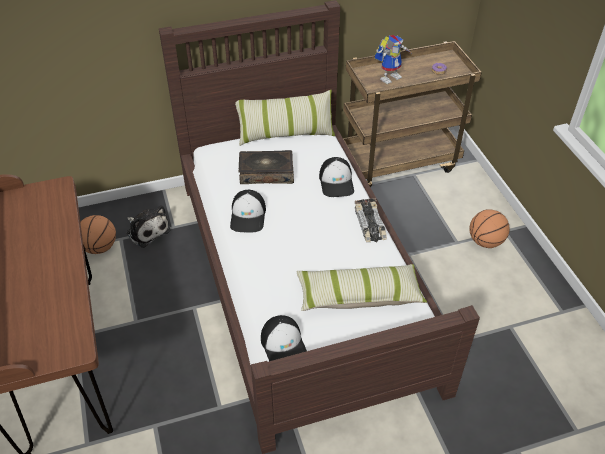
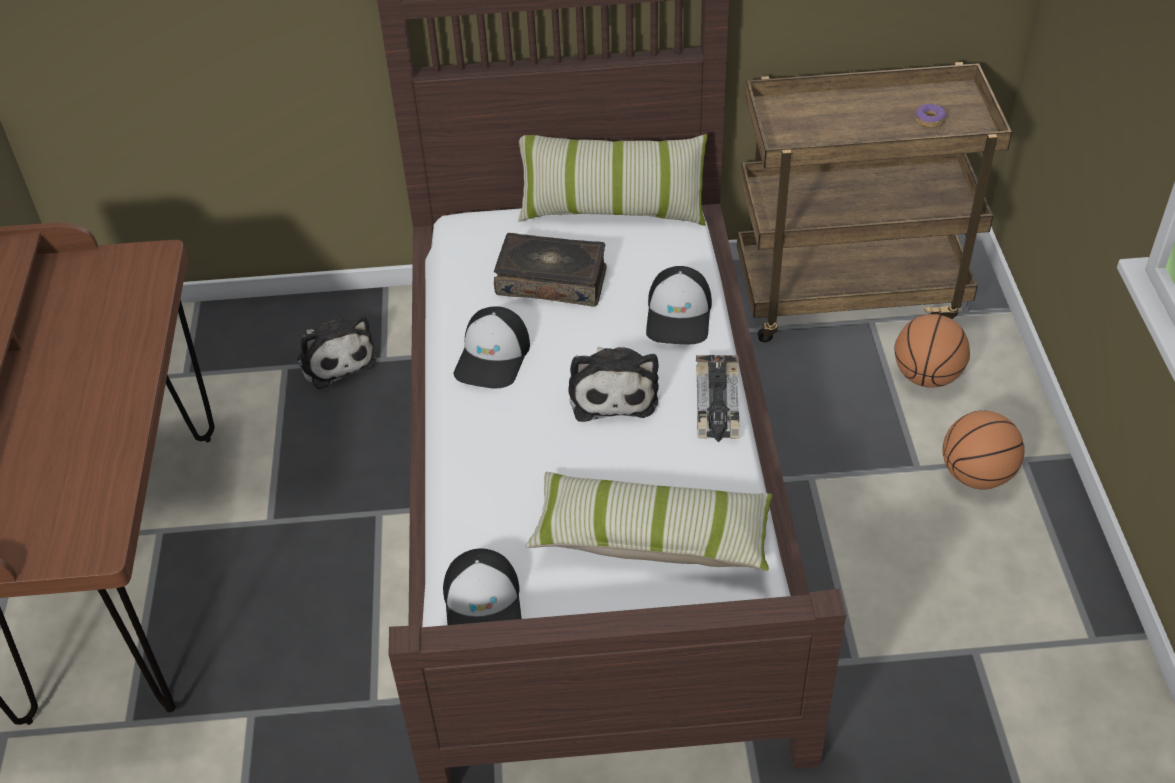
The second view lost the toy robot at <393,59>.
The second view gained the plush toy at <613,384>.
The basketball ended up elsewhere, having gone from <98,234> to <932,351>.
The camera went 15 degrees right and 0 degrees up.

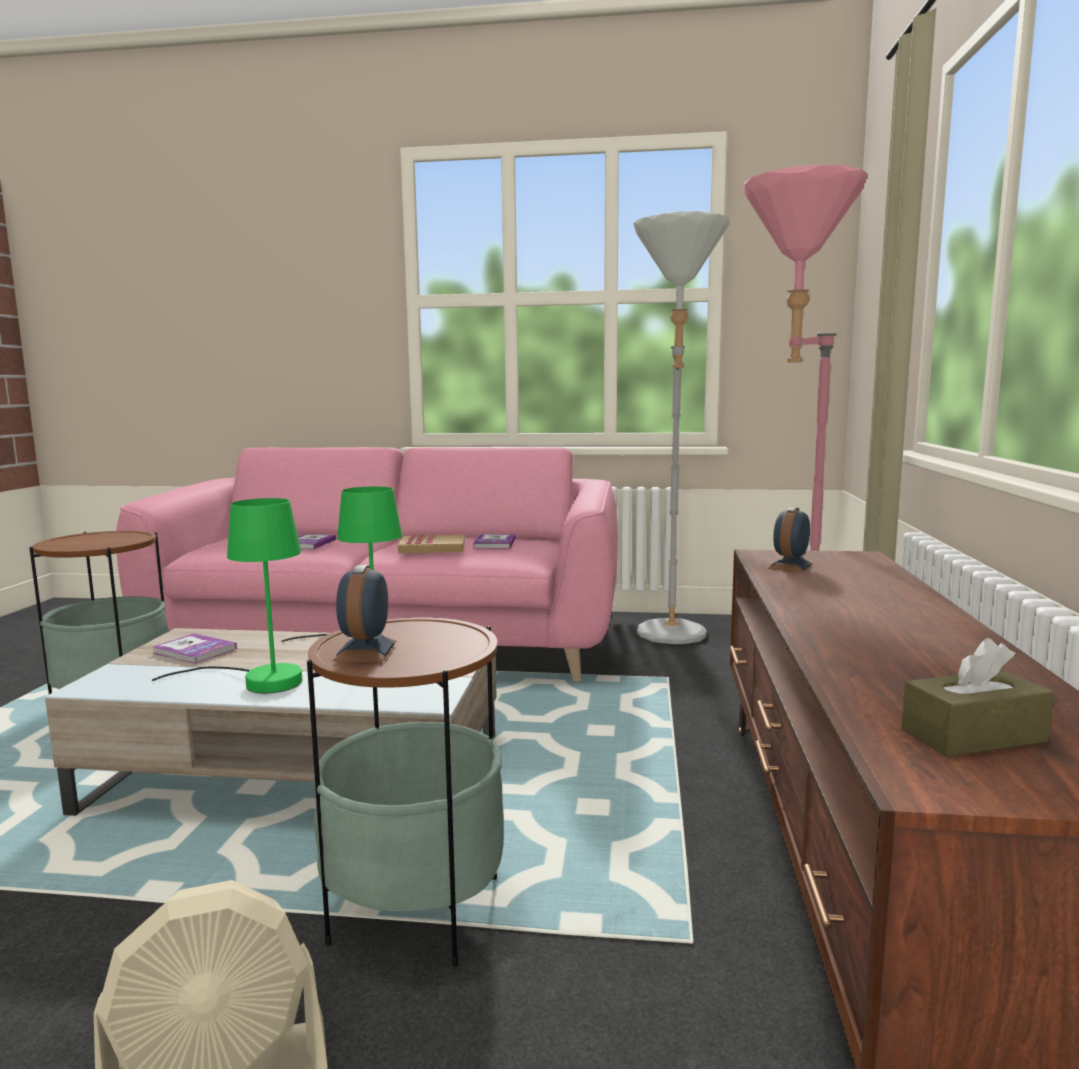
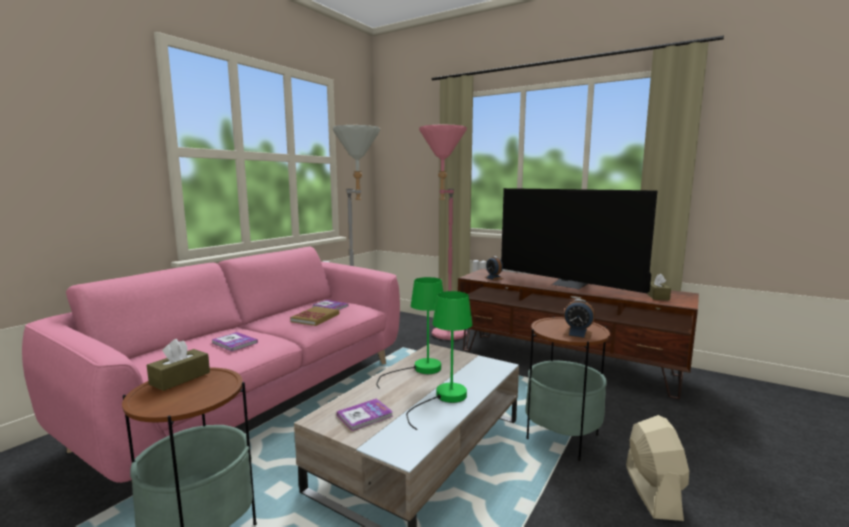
The second view gained the brown tissue box at <178,365>.
The second view gained the television at <579,240>.
The camera went 65 degrees left and 0 degrees up.

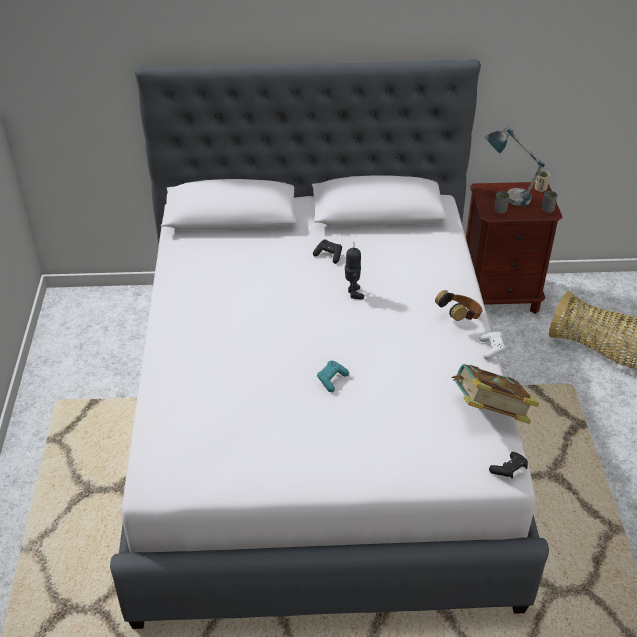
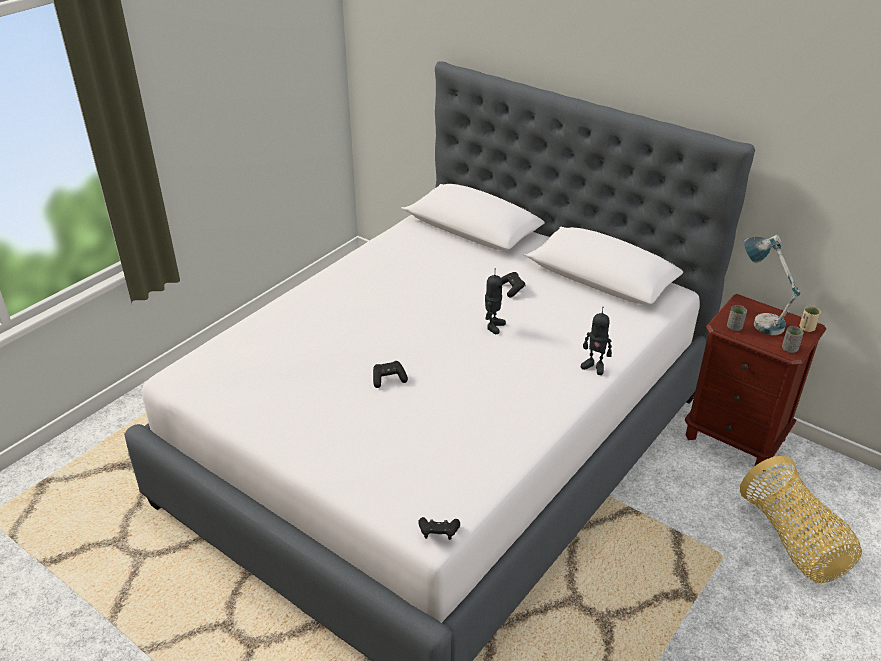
The second view lost the headphones at <459,305>.
The second view lost the book at <495,394>.
The second view lost the white game controller at <492,345>.
The second view gained the toy robot at <596,341>.
What was the turquoise game controller at <333,376> turned into the black game controller at <390,374>.
The camera went 40 degrees right and 5 degrees down.

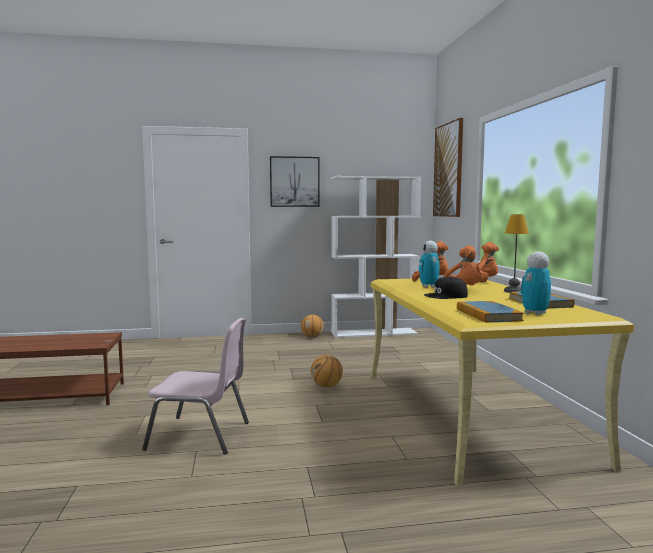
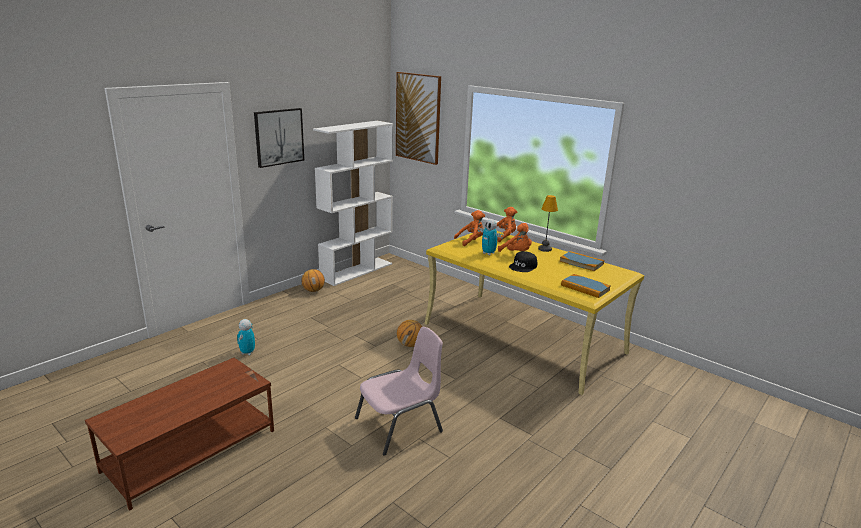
The toy robot ended up elsewhere, having gone from <536,283> to <246,337>.
The camera went 40 degrees left and 15 degrees up.

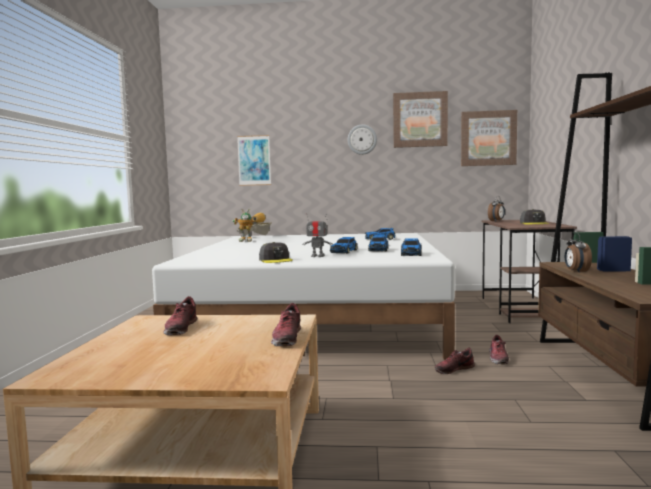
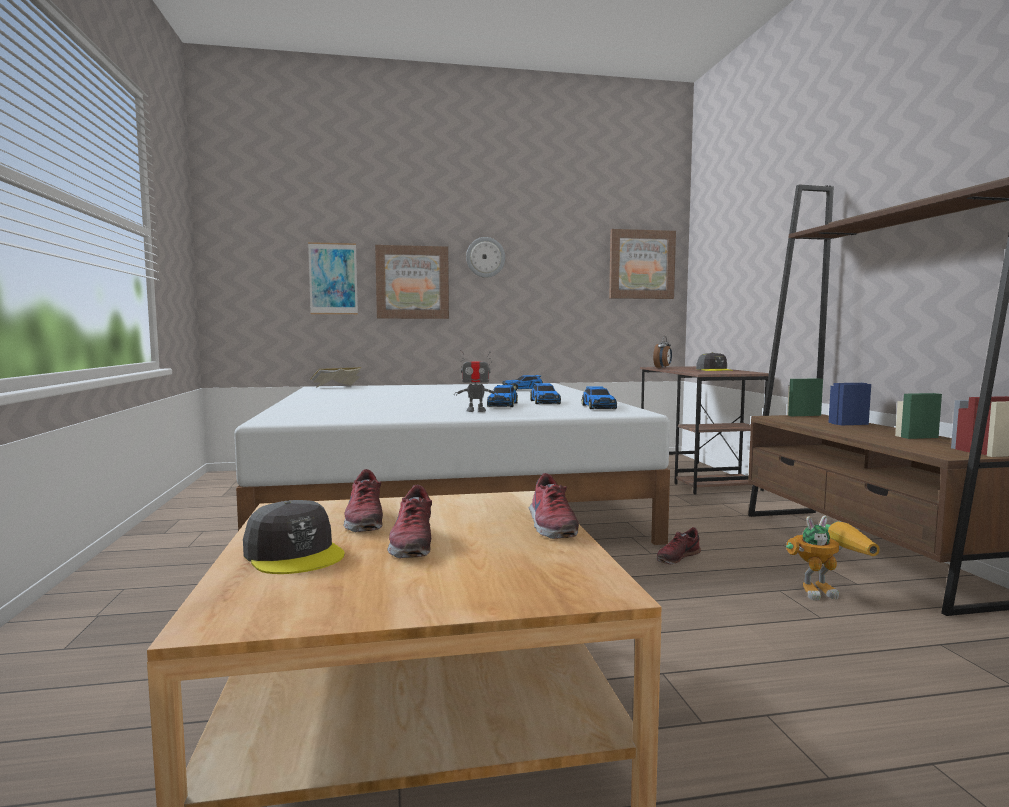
The second view lost the alarm clock at <578,253>.
The toy robot ended up elsewhere, having gone from <249,225> to <833,558>.
The grey cap ended up elsewhere, having gone from <276,252> to <294,537>.
The picture ended up elsewhere, having gone from <420,119> to <412,282>.
The shoe ended up elsewhere, having gone from <499,349> to <409,521>.
The camera went 15 degrees left and 0 degrees up.

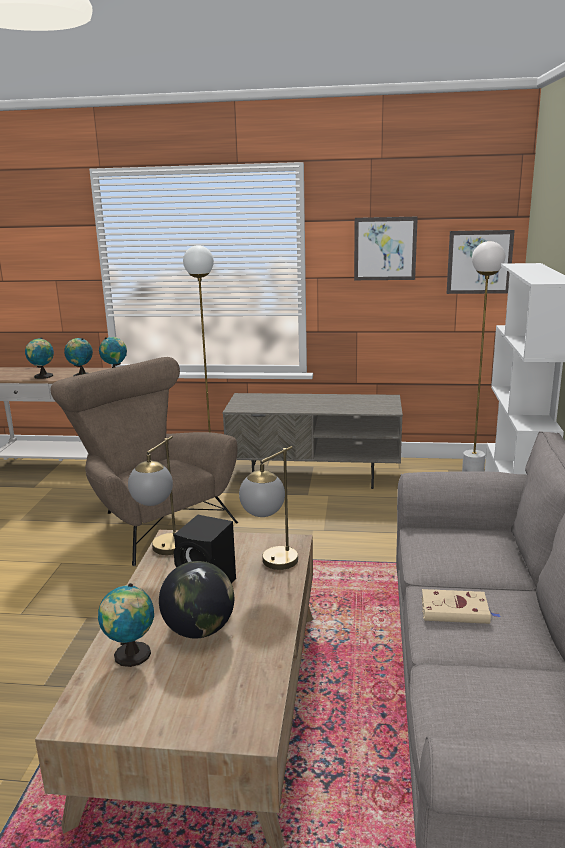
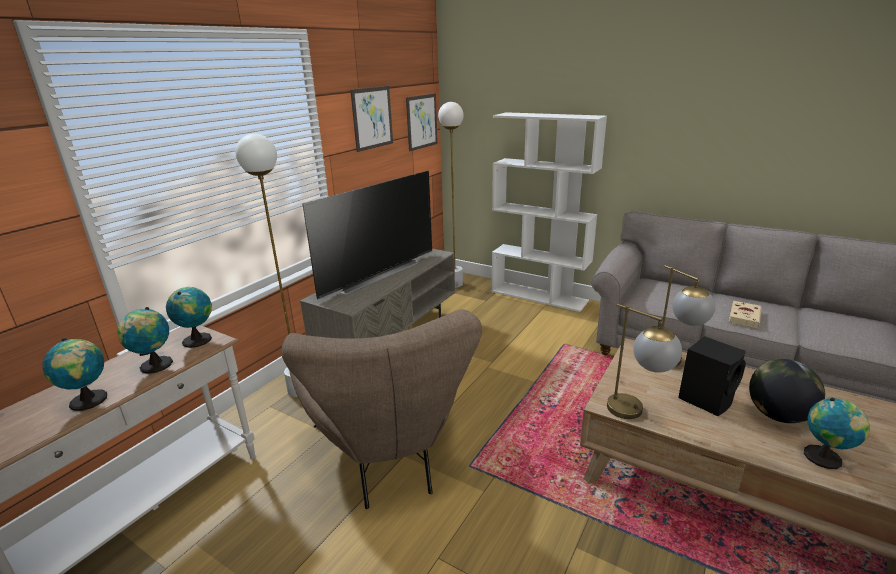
The second view gained the television at <367,235>.
The brown armchair at <144,461> ended up facing another way, 90 degrees counterclockwise from before.
The camera went 65 degrees left and 5 degrees up.

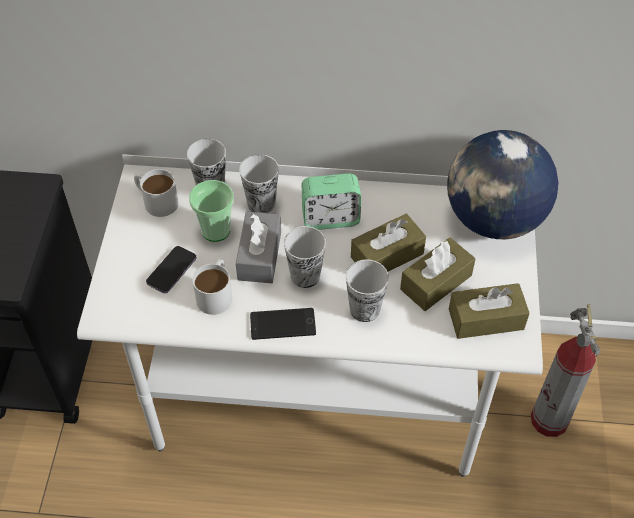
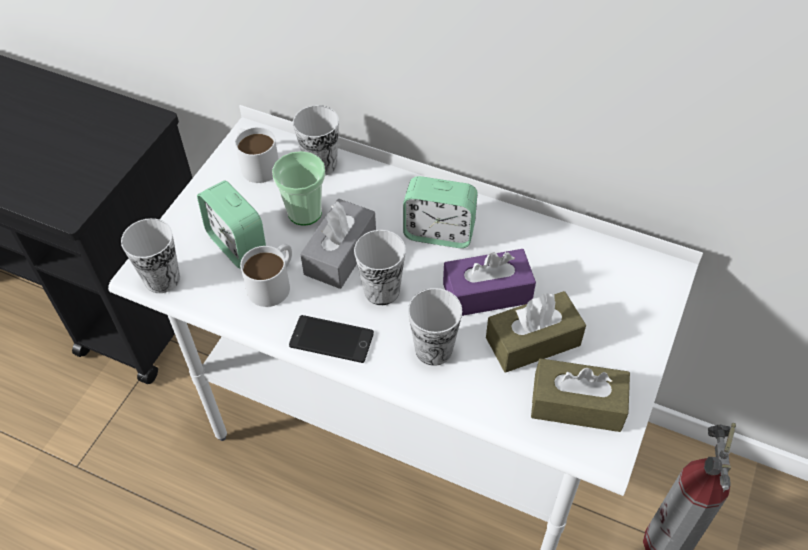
The second view lost the globe at <502,184>.
The cup ended up elsewhere, having gone from <259,183> to <150,255>.
Where the phone stood at <171,269>, the alarm clock came to stand at <231,224>.
What was the brown tissue box at <388,243> turned into the purple tissue box at <489,282>.
The camera went 20 degrees right and 0 degrees up.

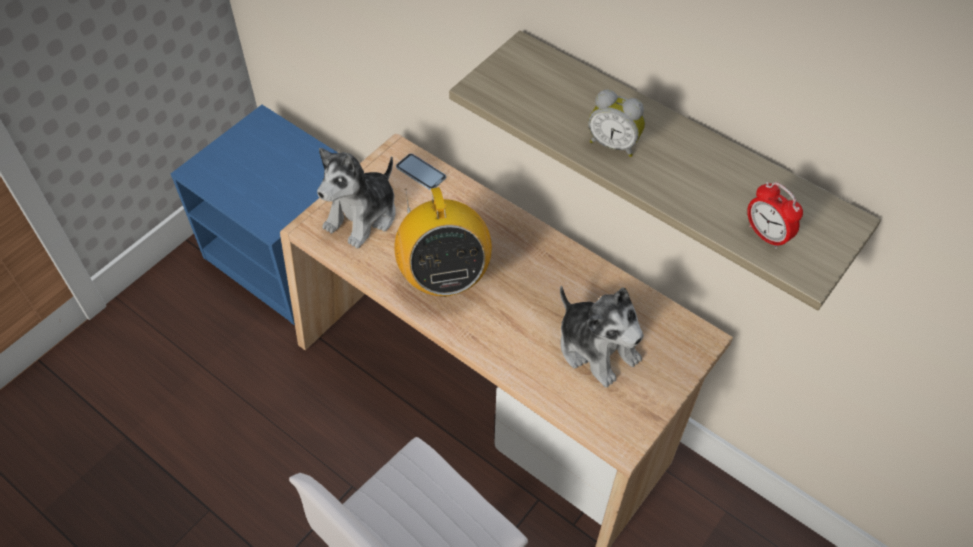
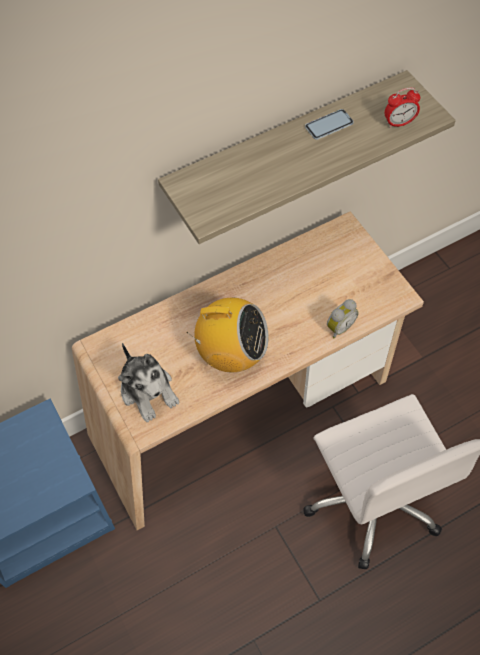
The second view lost the plush toy at <602,336>.
The phone ended up elsewhere, having gone from <421,172> to <329,124>.
The alarm clock ended up elsewhere, having gone from <616,123> to <343,319>.
The camera went 65 degrees left and 5 degrees up.

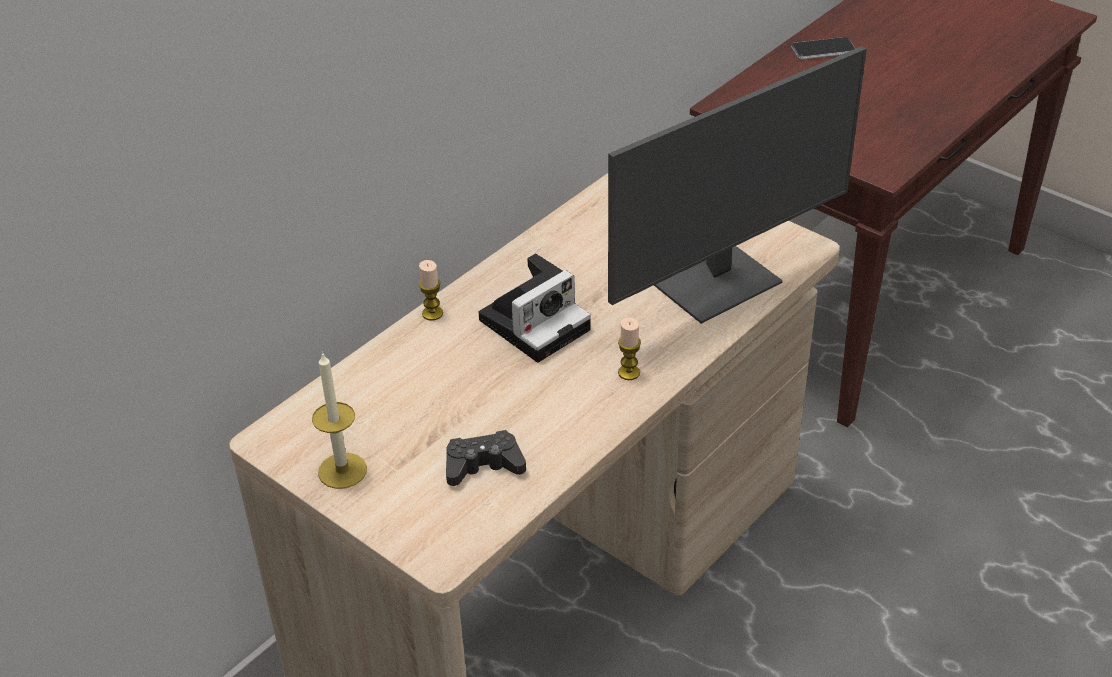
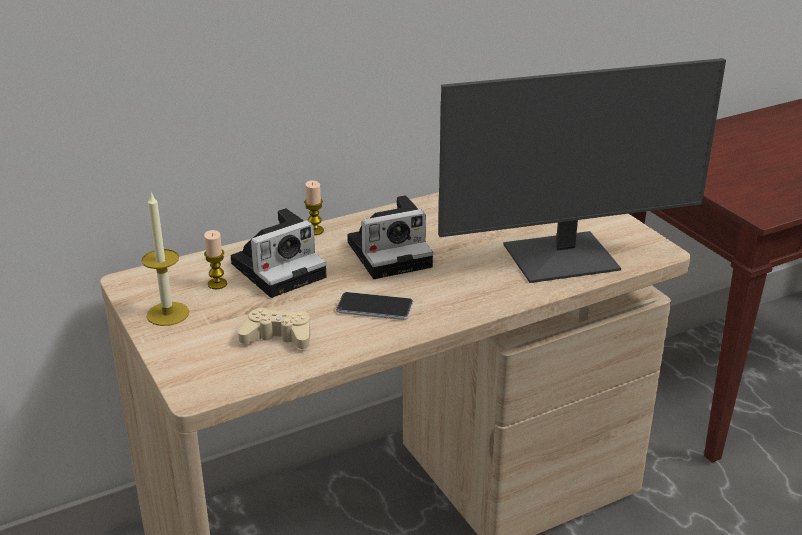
The second view gained the photo camera at <279,253>.
The candle ended up elsewhere, having gone from <629,348> to <215,259>.
The phone ended up elsewhere, having gone from <823,48> to <374,306>.
What was the black game controller at <486,458> turned into the beige game controller at <274,328>.
The camera went 20 degrees right and 10 degrees down.

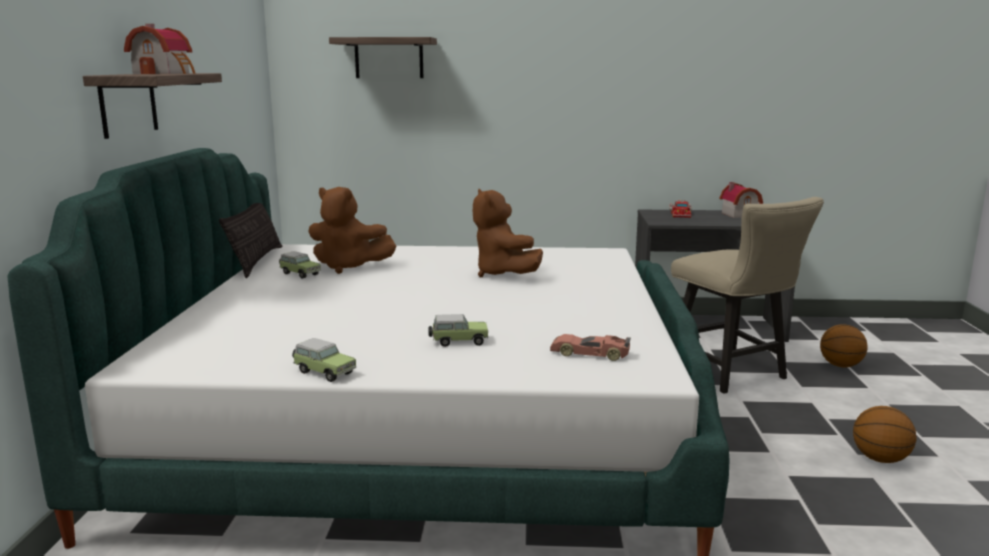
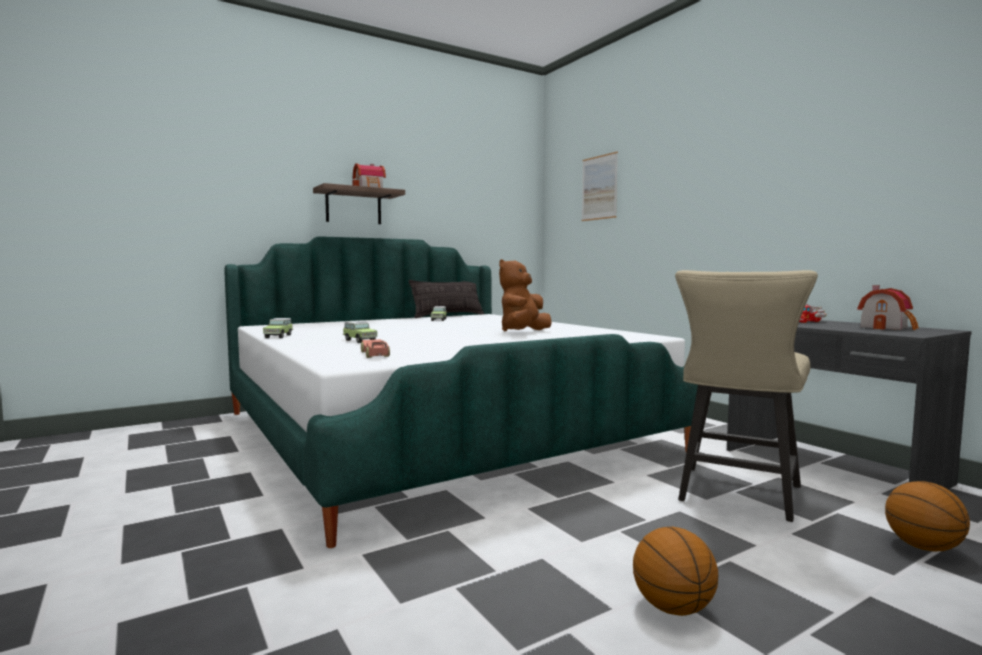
The second view lost the brown plush toy at <352,230>.
Where the shelf hung at <383,57>, the picture came to hang at <599,186>.
The camera went 55 degrees right and 10 degrees down.

